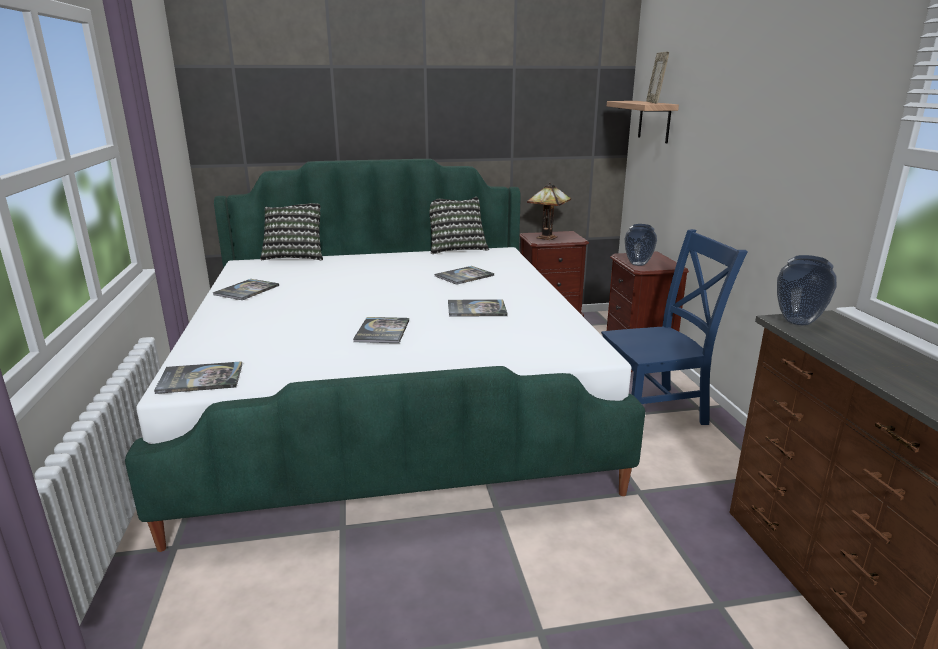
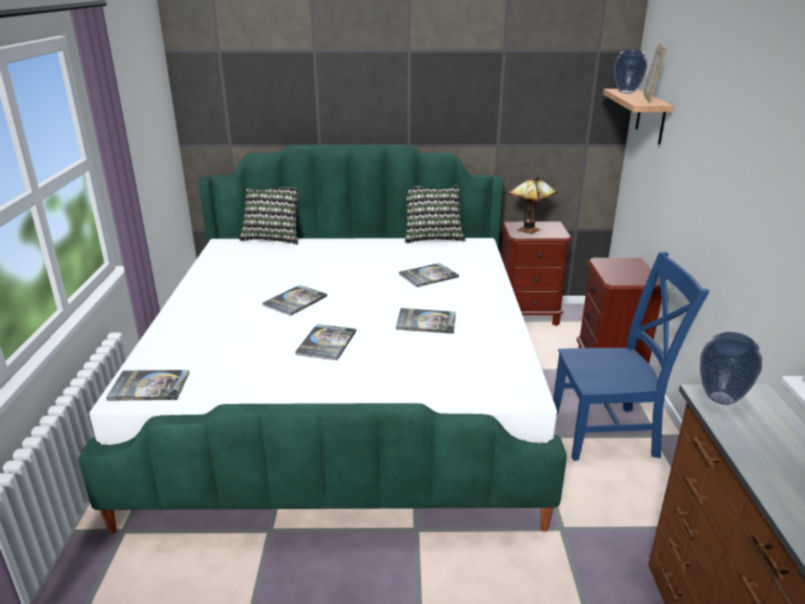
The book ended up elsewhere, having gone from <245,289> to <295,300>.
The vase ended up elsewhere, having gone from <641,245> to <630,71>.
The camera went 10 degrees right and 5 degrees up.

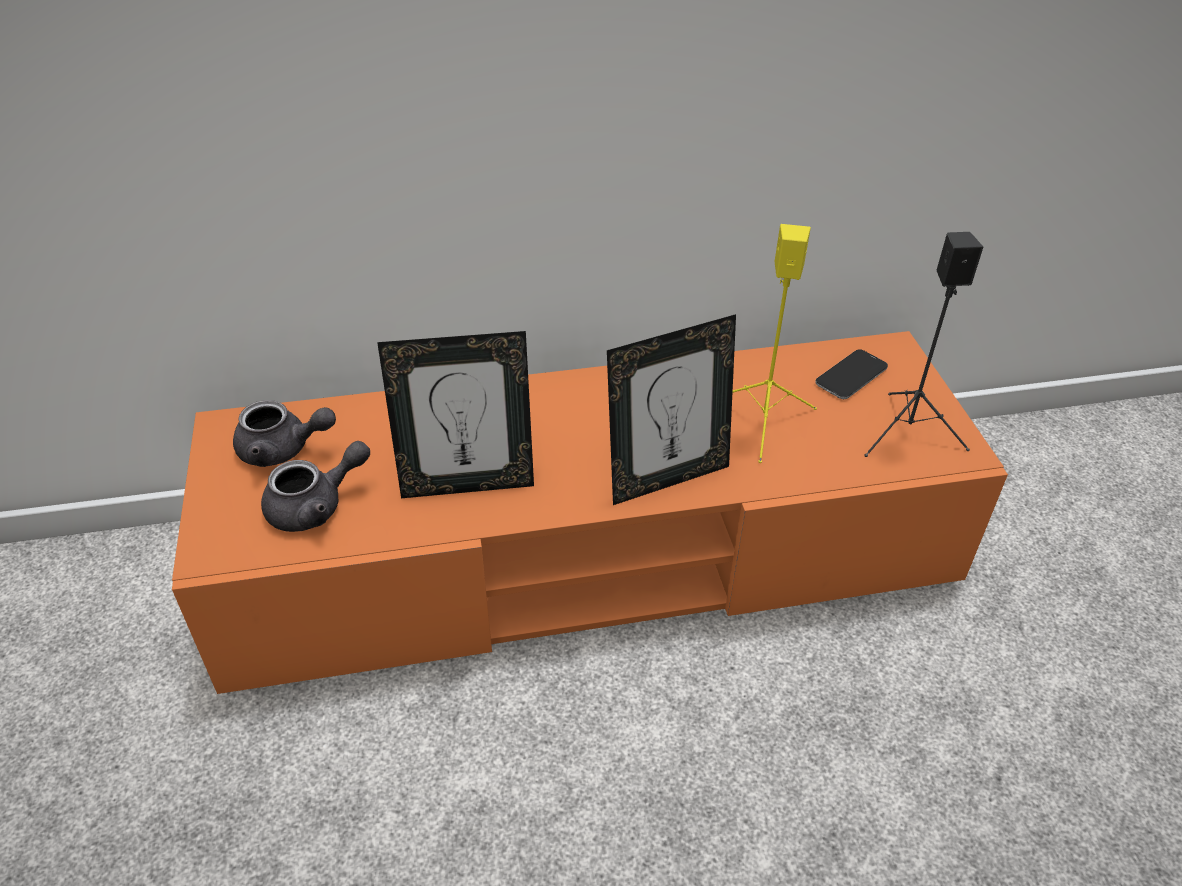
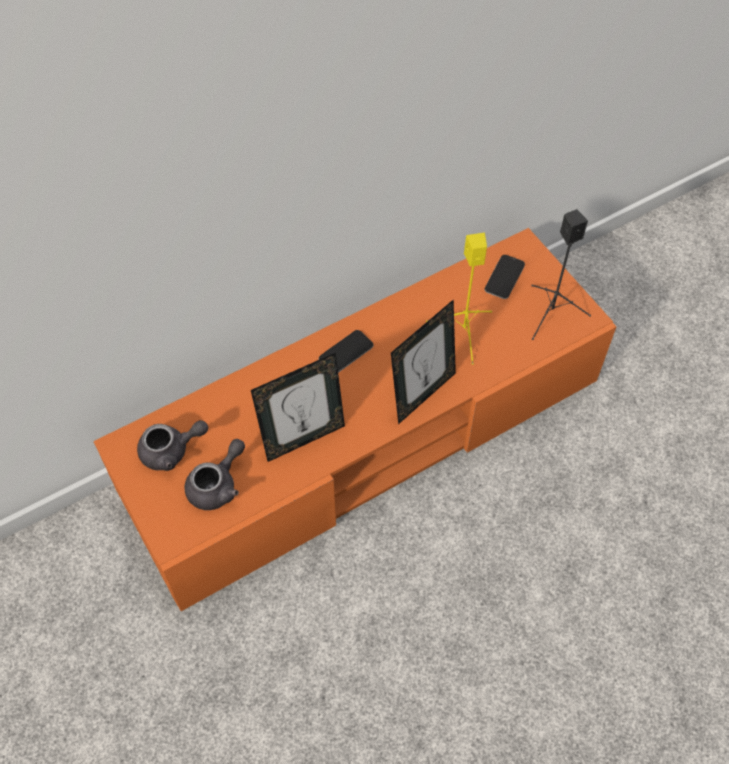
The second view gained the phone at <346,351>.
The camera went 20 degrees left and 15 degrees up.

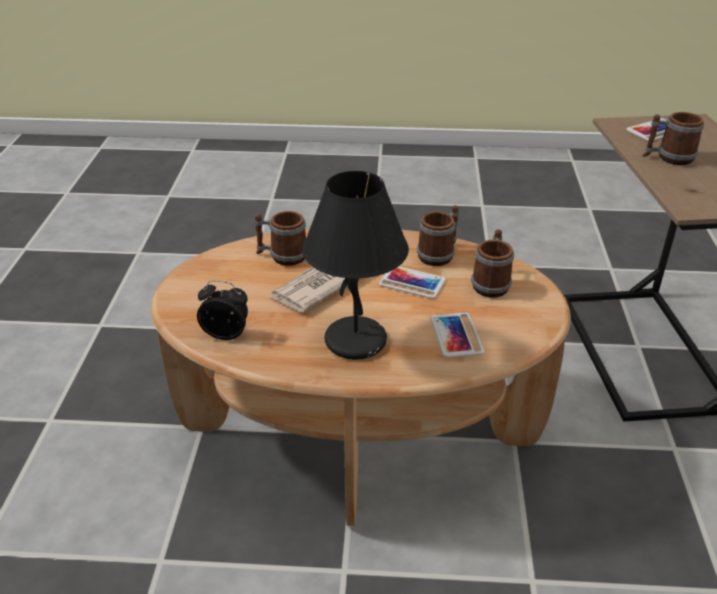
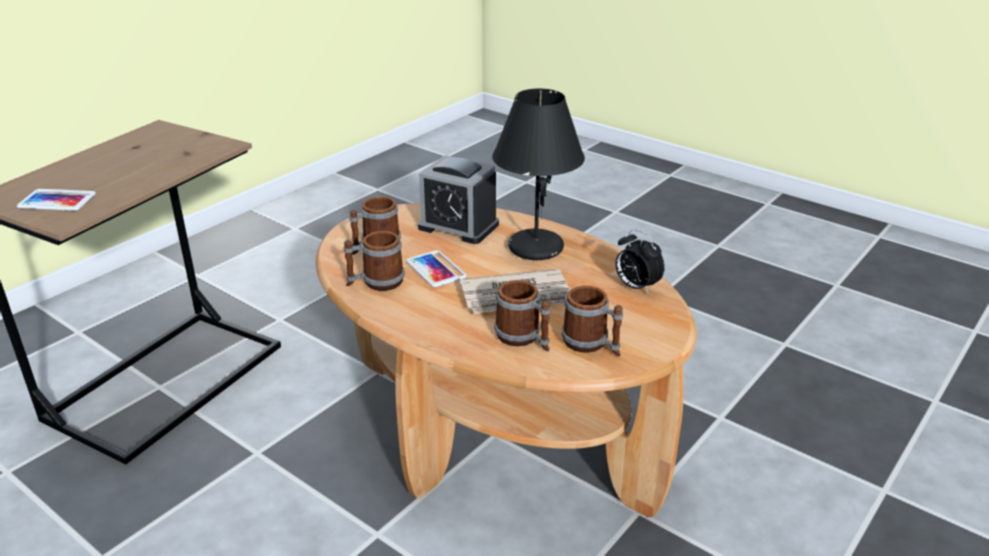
The mug ended up elsewhere, having gone from <673,138> to <592,321>.
Where the phone stood at <457,335>, the alarm clock came to stand at <458,199>.
The camera went 145 degrees left and 5 degrees down.

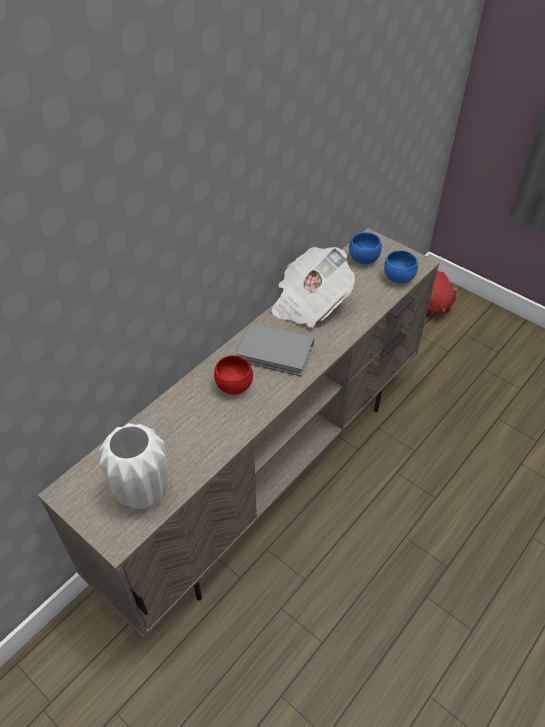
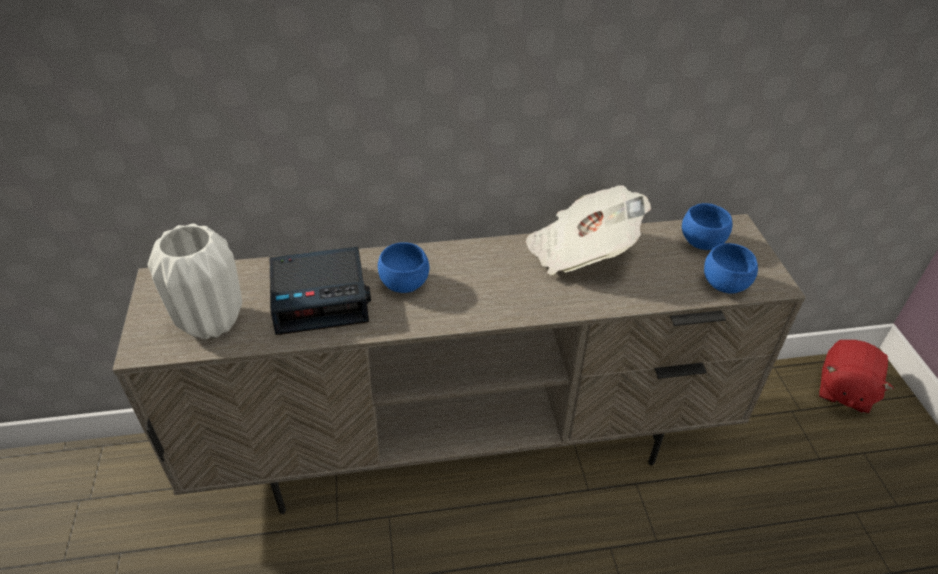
The second view lost the grey book at <275,349>.
The second view gained the alarm clock at <320,291>.
What was the red bowl at <233,374> turned into the blue bowl at <403,267>.
The camera went 40 degrees right and 5 degrees down.

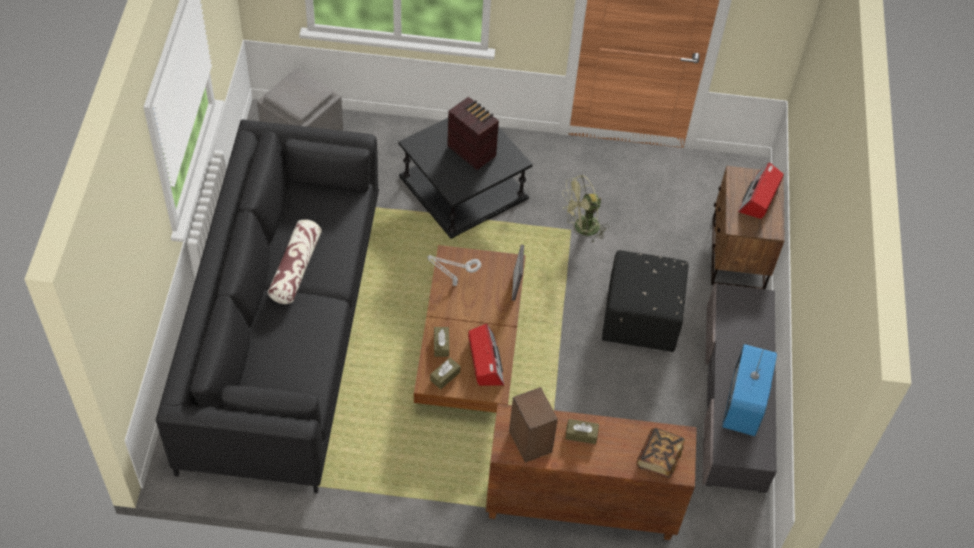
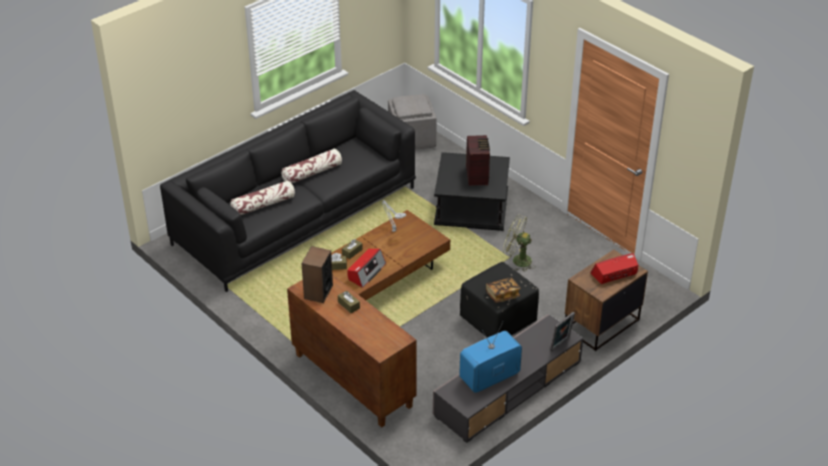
The second view gained the pillow at <262,197>.
The picture frame ended up elsewhere, having gone from <518,273> to <562,331>.
The book ended up elsewhere, having gone from <661,453> to <503,290>.
The camera went 45 degrees right and 15 degrees down.

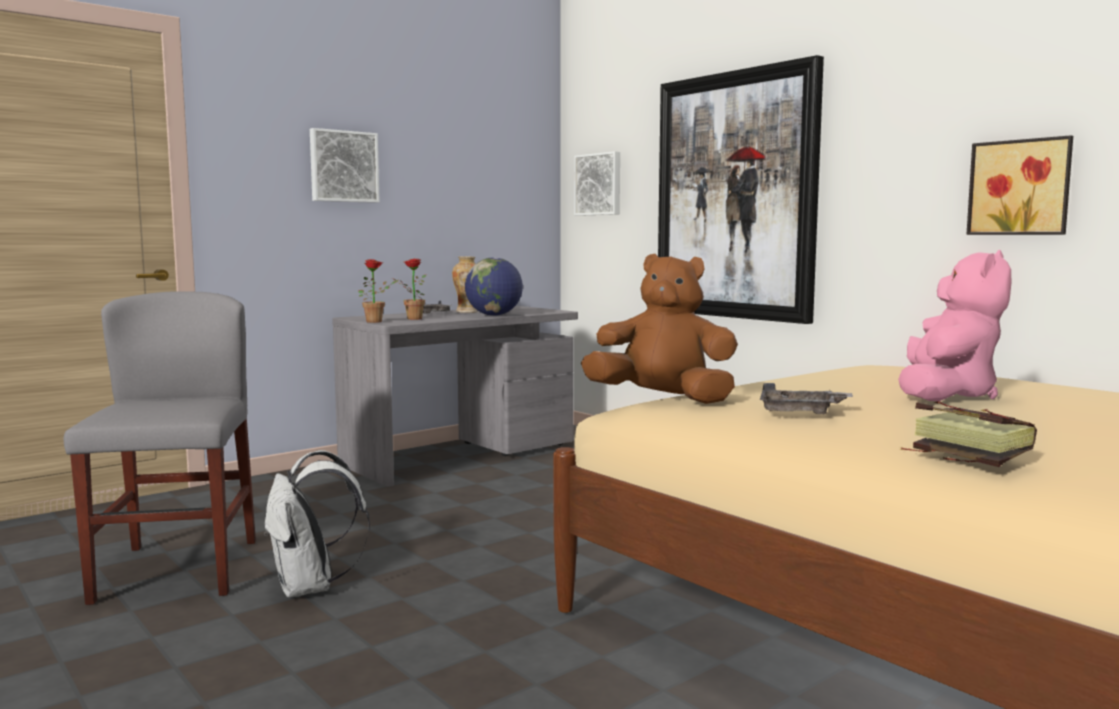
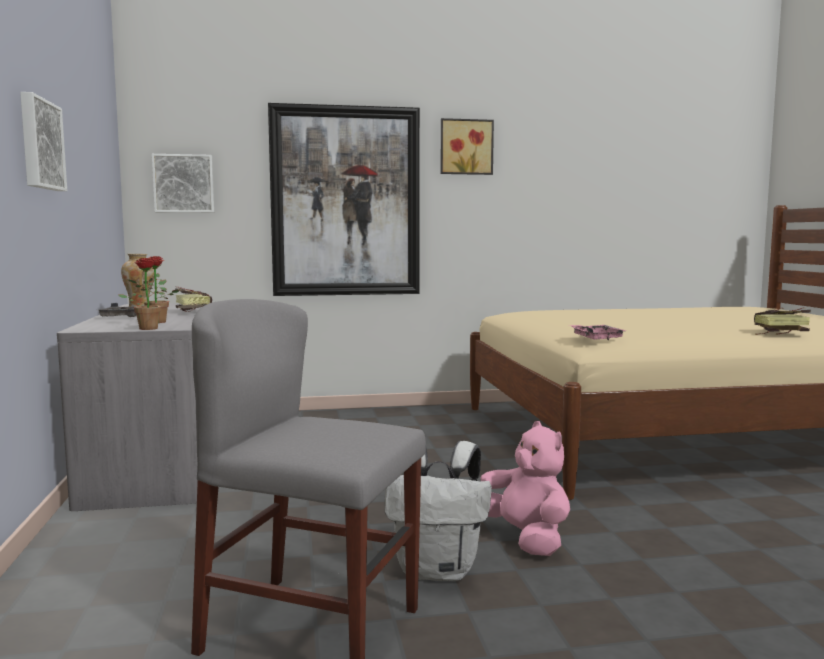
The second view lost the grey tray at <806,398>.
The pink plush toy ended up elsewhere, having gone from <955,325> to <525,488>.
The picture ended up elsewhere, having gone from <1019,185> to <467,146>.
Where the globe stood at <494,286>, the book came to stand at <193,299>.
Where the brown plush toy stood at <659,329>, the pink tray came to stand at <597,332>.
The camera went 60 degrees left and 0 degrees up.

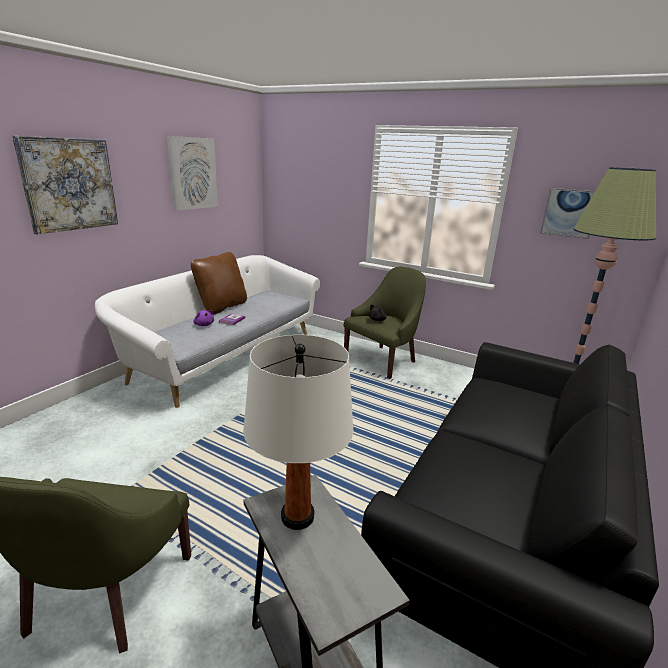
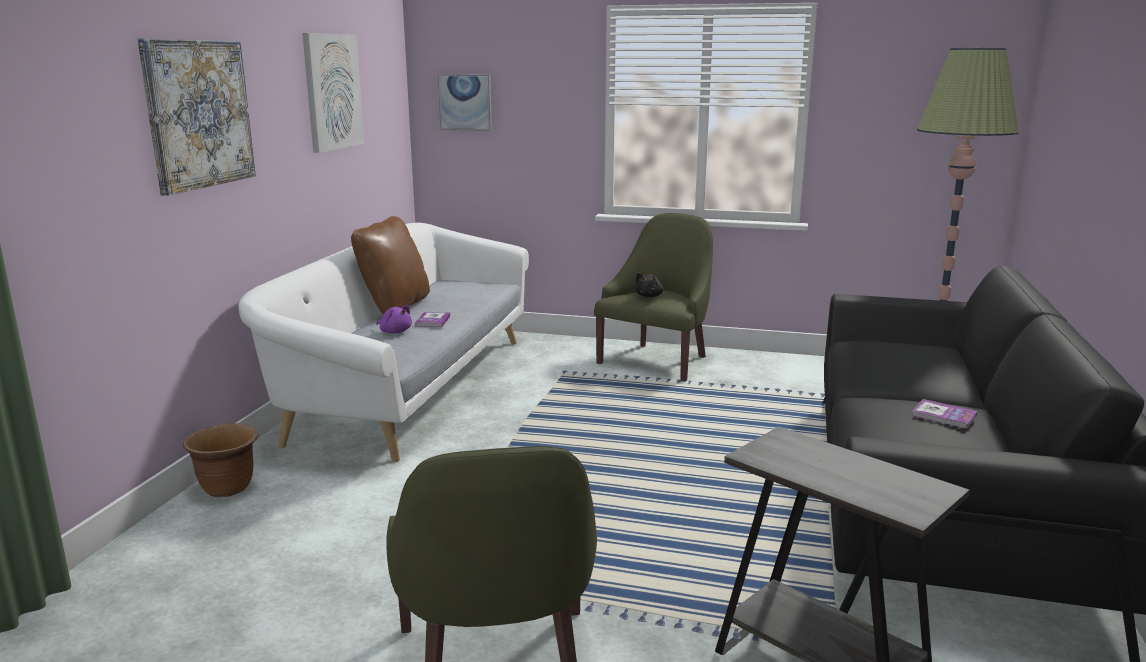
The second view lost the white table lamp at <298,432>.
The second view gained the brown planter at <220,460>.
The second view gained the book at <944,414>.
The picture ended up elsewhere, having gone from <567,213> to <465,102>.
The camera went 15 degrees left and 5 degrees down.

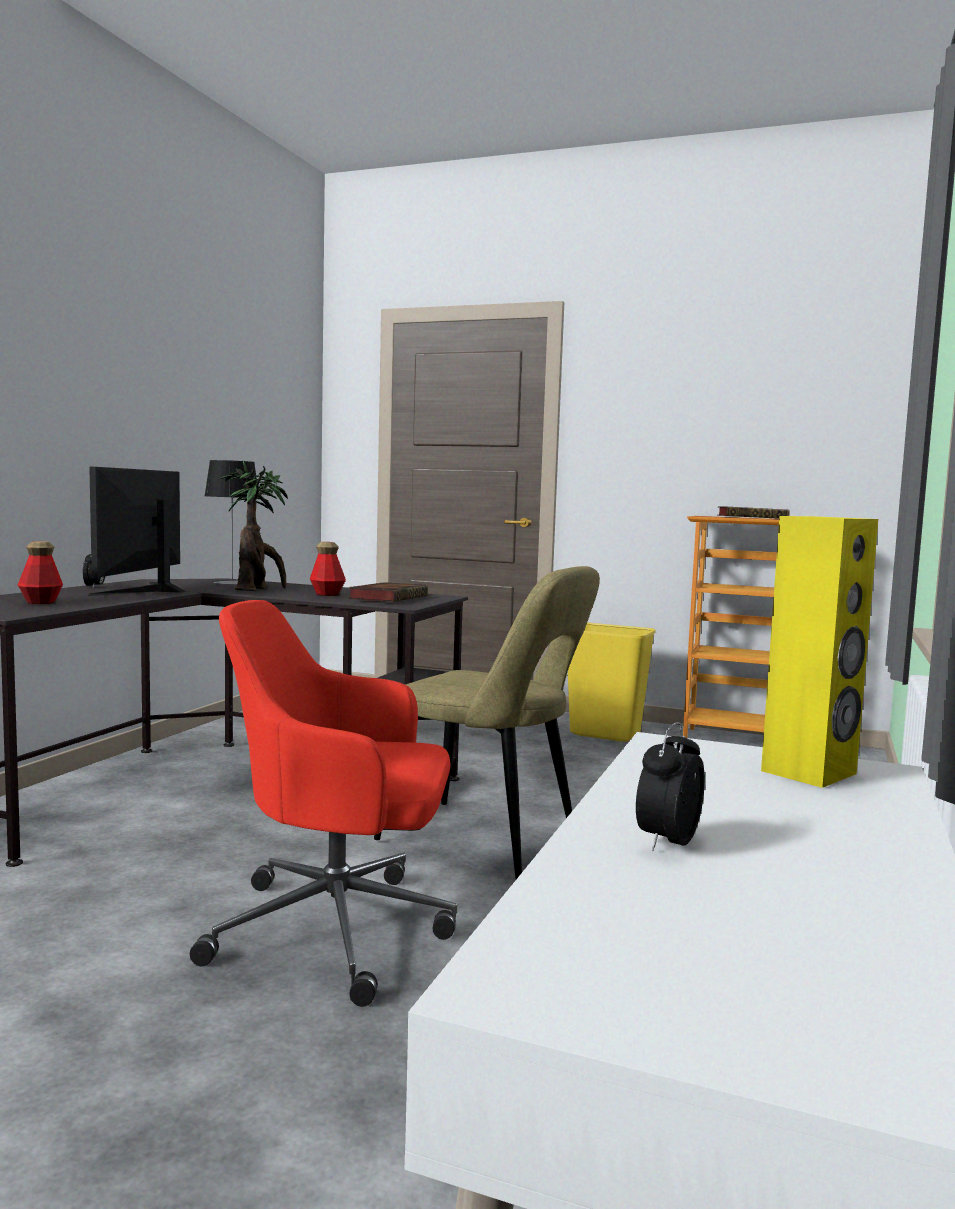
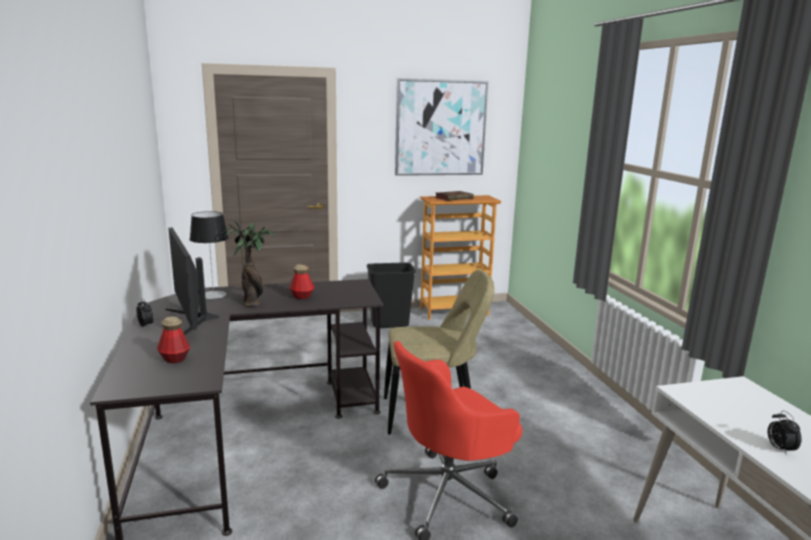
The second view lost the book at <388,592>.
The second view lost the yellow speaker at <819,652>.
The second view gained the picture at <442,127>.
What was the yellow trash can at <611,682> turned into the black trash can at <391,295>.
The camera went 35 degrees left and 10 degrees up.

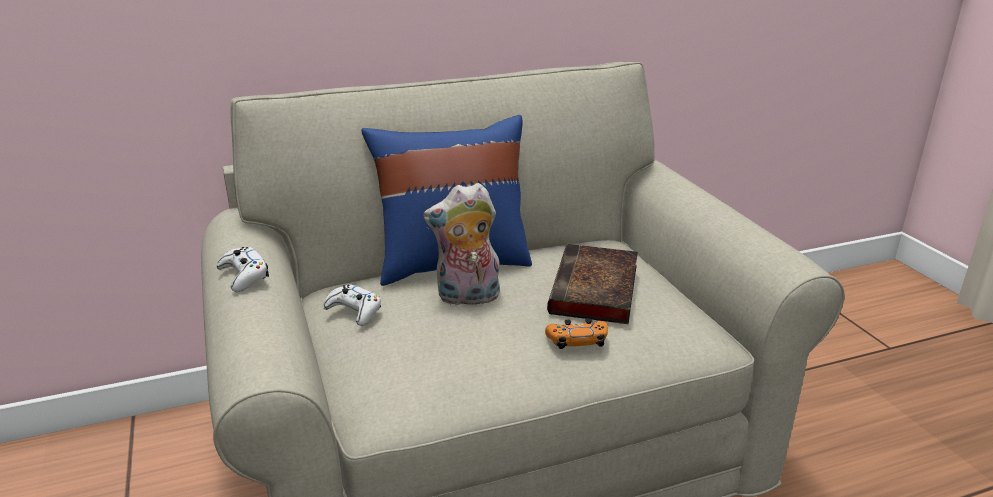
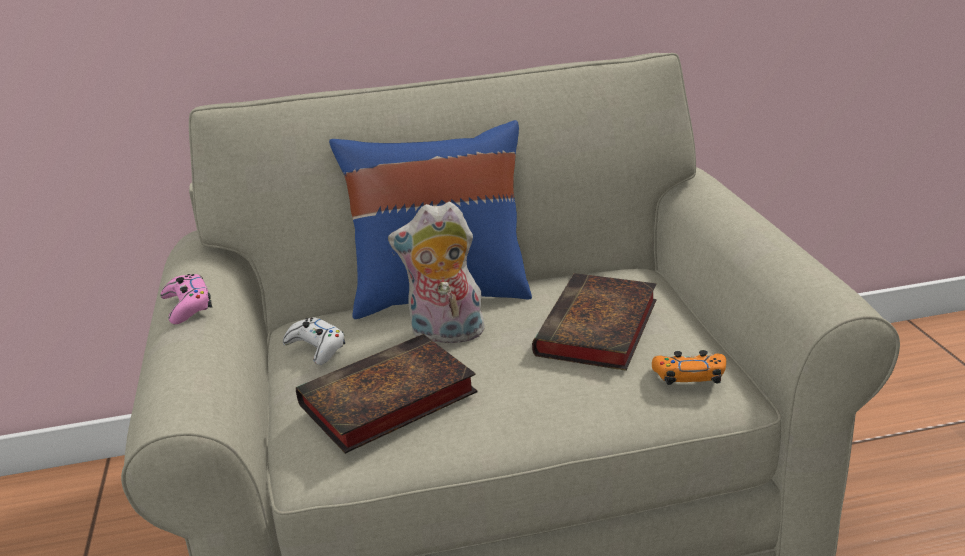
The second view gained the book at <386,394>.
The orange game controller ended up elsewhere, having gone from <576,333> to <689,367>.
What was the white game controller at <243,269> turned into the pink game controller at <186,299>.
The camera went 10 degrees right and 0 degrees up.

